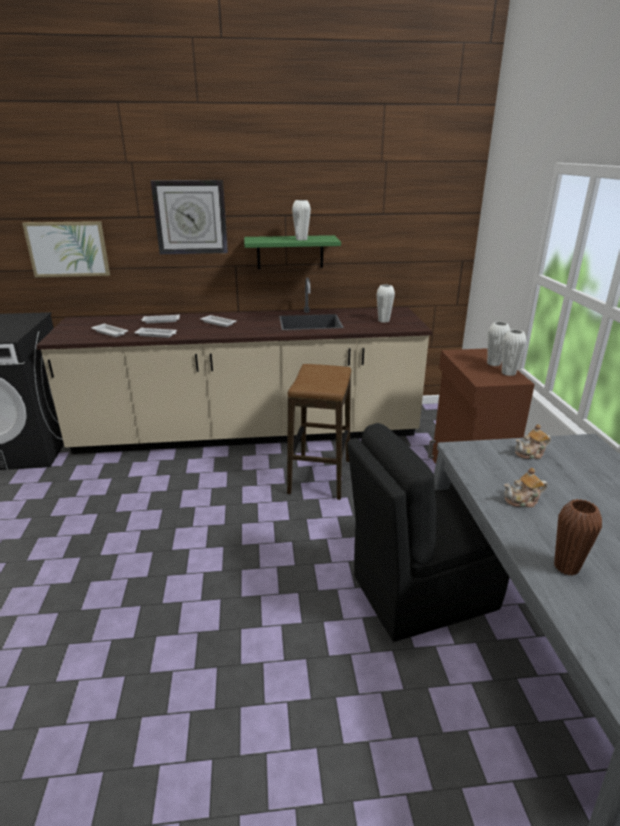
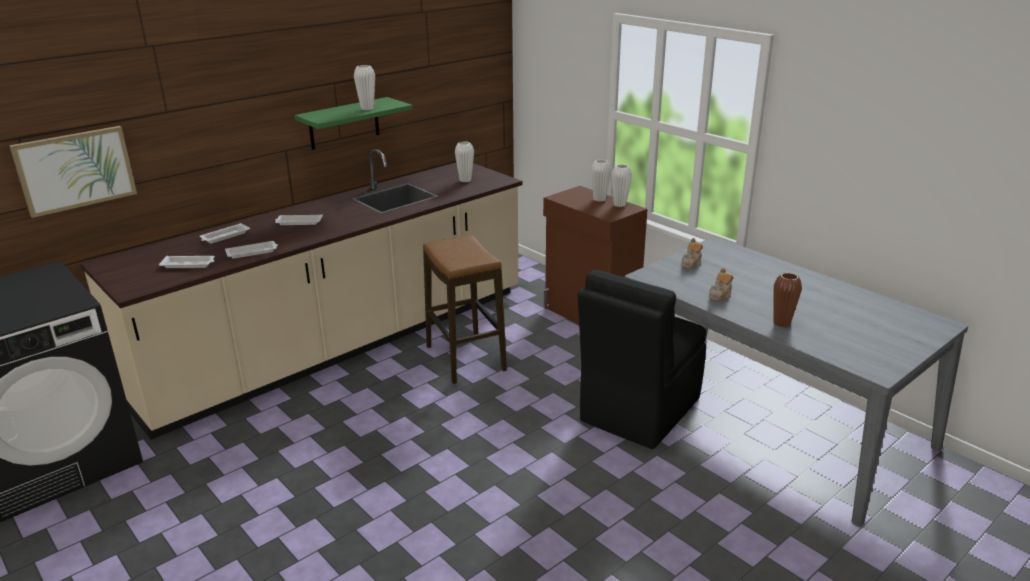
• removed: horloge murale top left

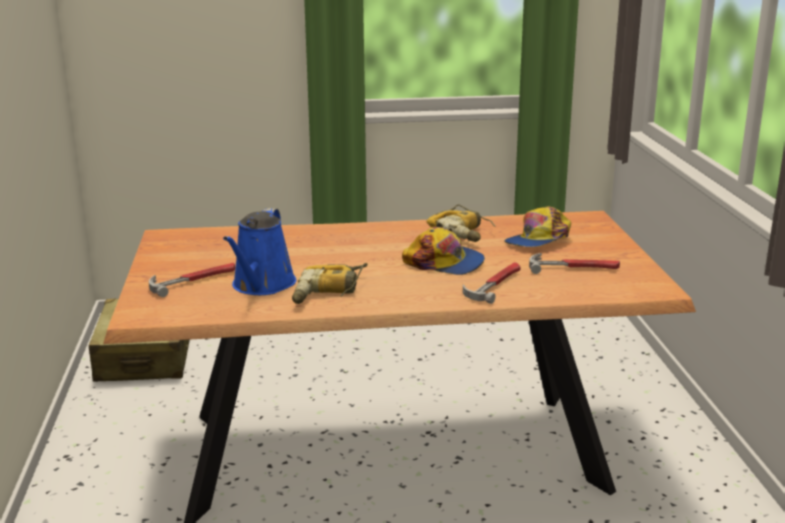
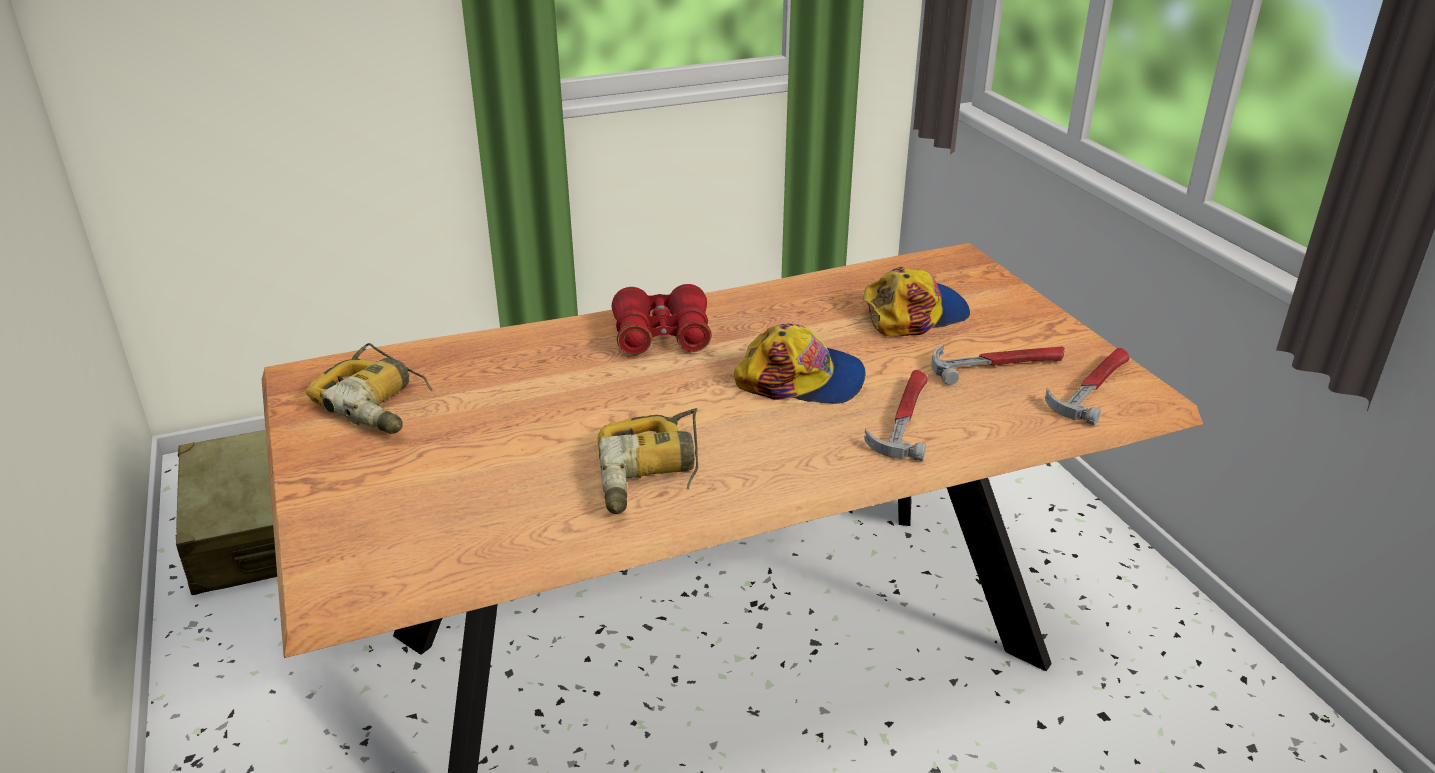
• moved: perceuse (2nd from left in the first image) centre to perceuse (1st from left) middle left
• added: jumelles [rouge] centre
• turned: casquette (2nd from left) middle right = centre 150 degrees counterclockwise
• moved: marteau (1st from left in the first image) middle left to marteau (3rd from left) middle right
• removed: arrosoir [bleu] middle left

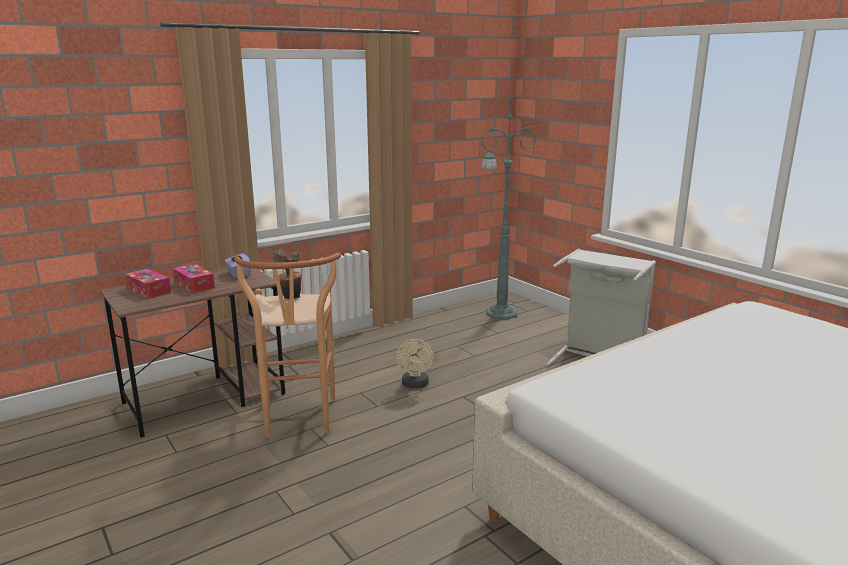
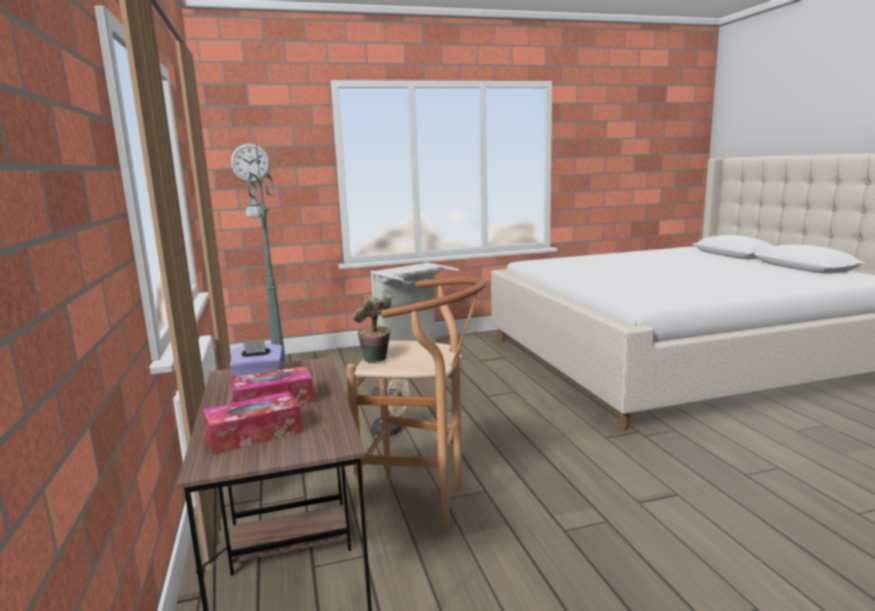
• added: horloge murale top left

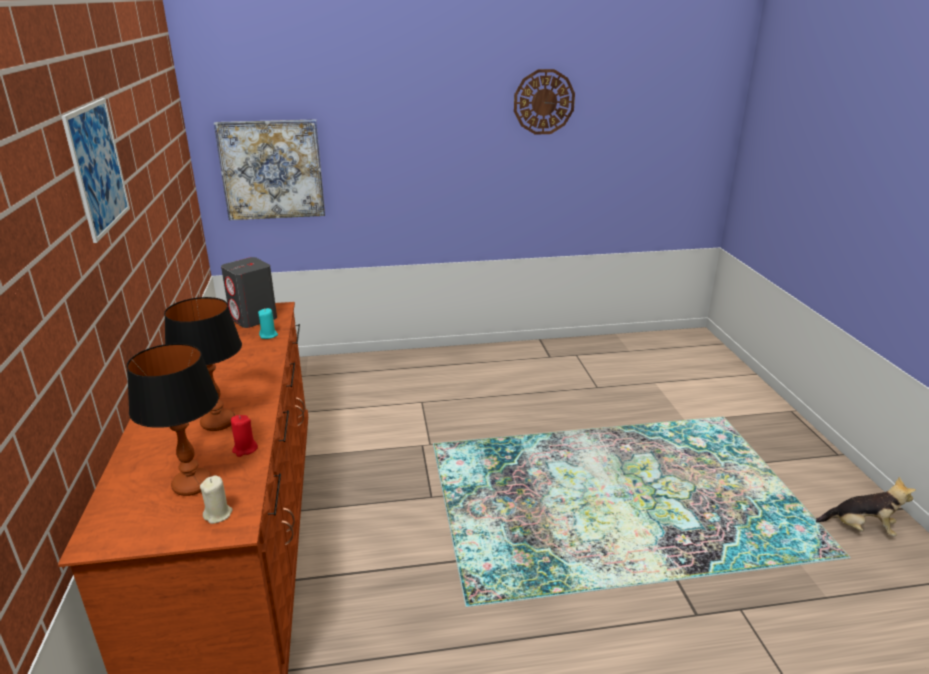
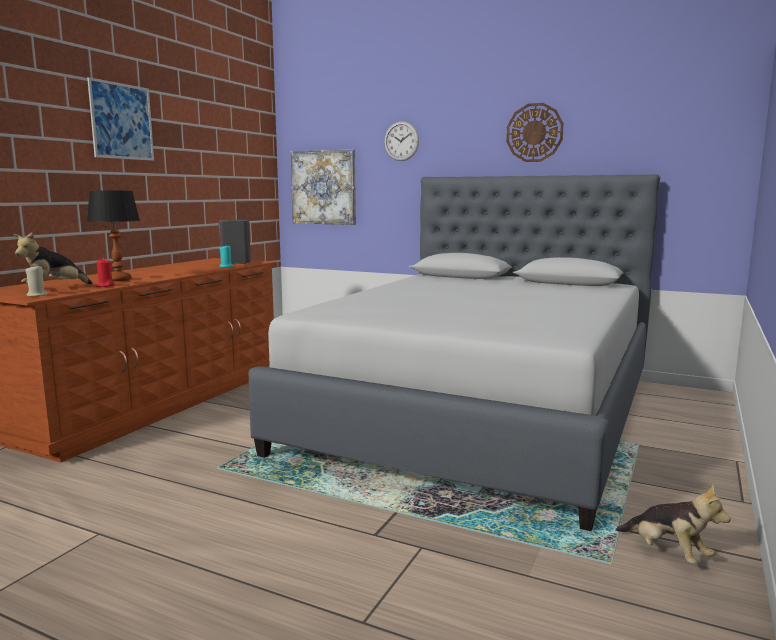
• replaced: lampe de table (1st from left) middle left to peluche (1st from left) middle left
• added: lit [gris] centre
• added: horloge murale (1st from left) top centre

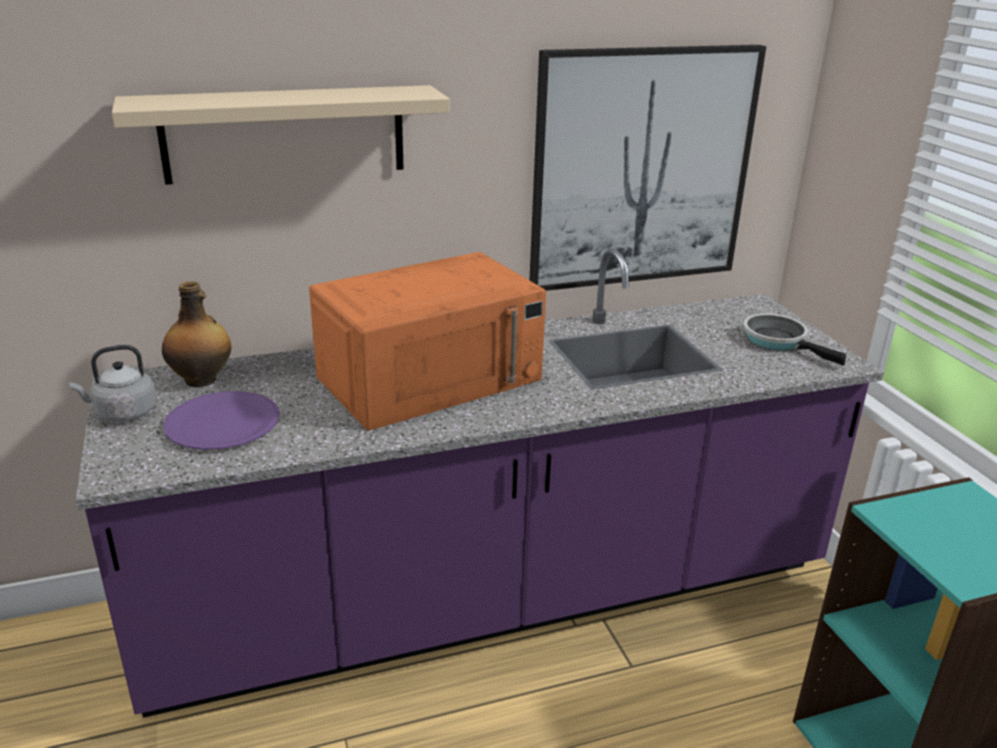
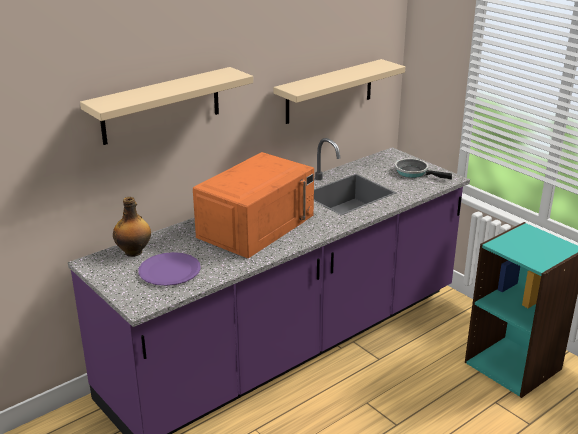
• replaced: tableau top centre to étagère [beige] (2nd from left) top centre
• removed: bouilloire [gris] middle left

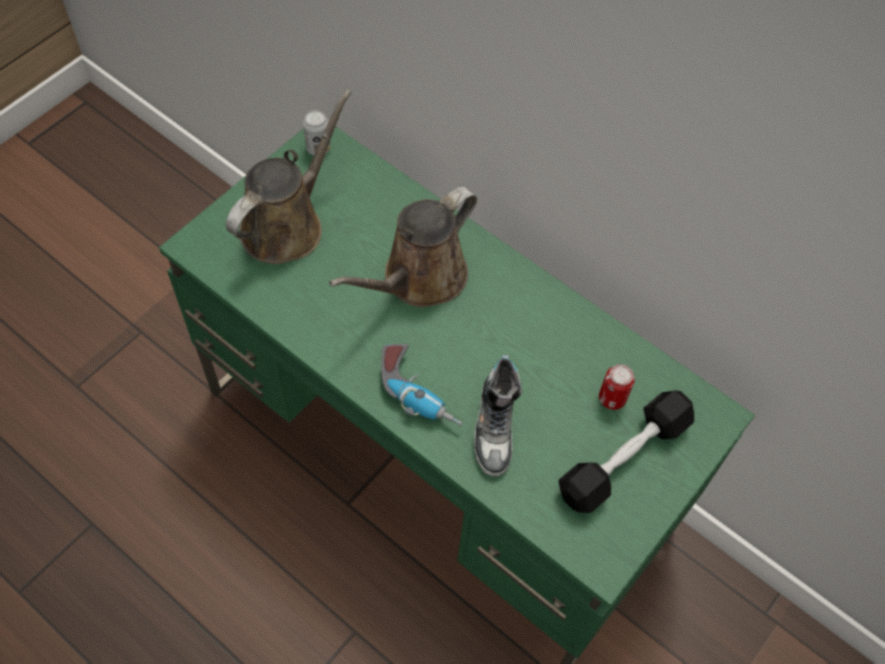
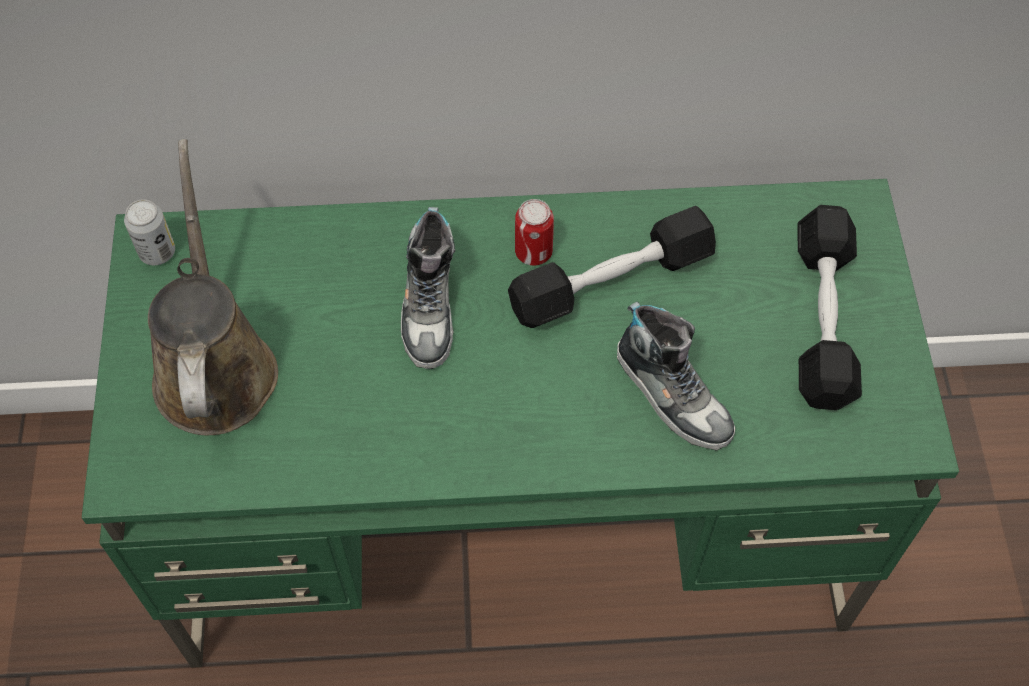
• replaced: arrosoir [marron] (2nd from left) centre to chaussure (1st from left) centre
• added: haltère [noir] (1st from left) centre
• moved: boîte métallique (2nd from left) middle right to centre
• removed: perceuse centre

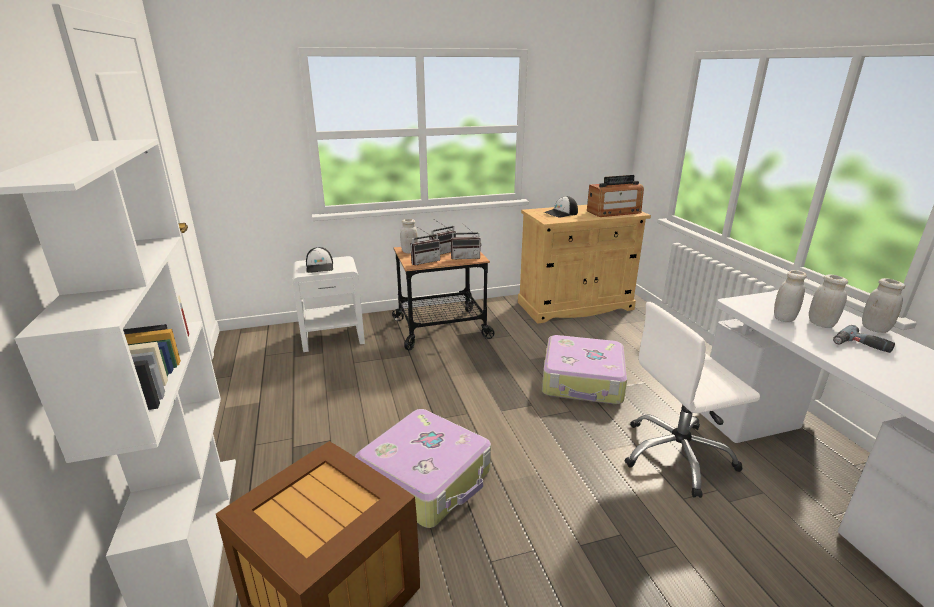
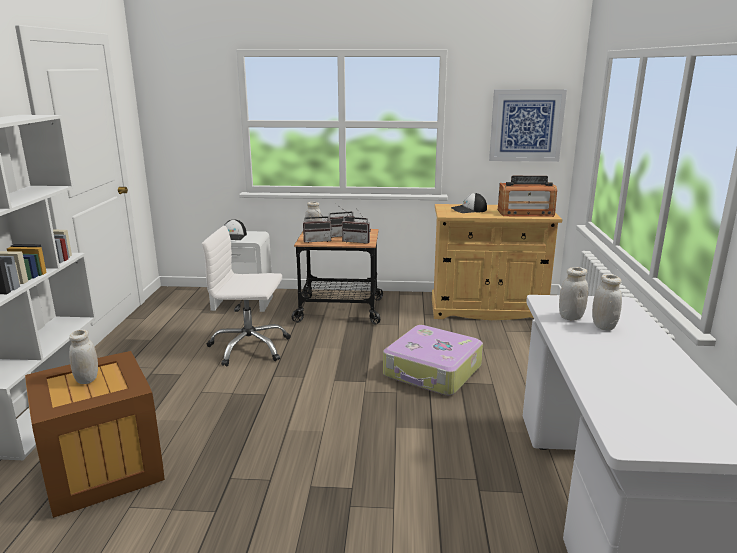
• moved: bocal [blanc] (4th from left in the first image) middle right to bocal [blanc] (1st from left) middle left
• moved: chaise de bureau [blanc] middle right to centre
• added: tableau top right
• removed: valise (1st from left) bottom centre
• removed: perceuse middle right

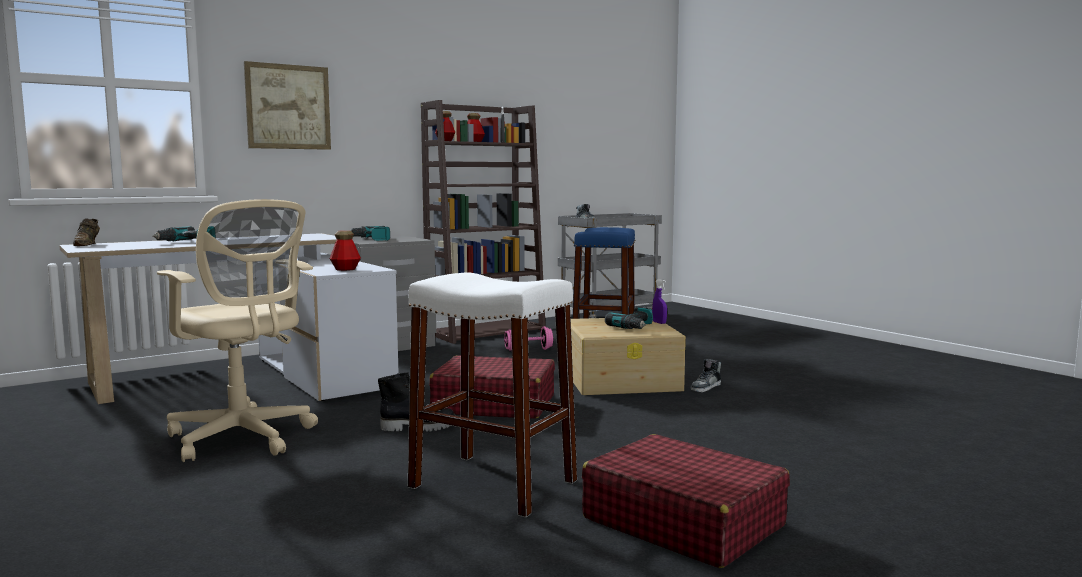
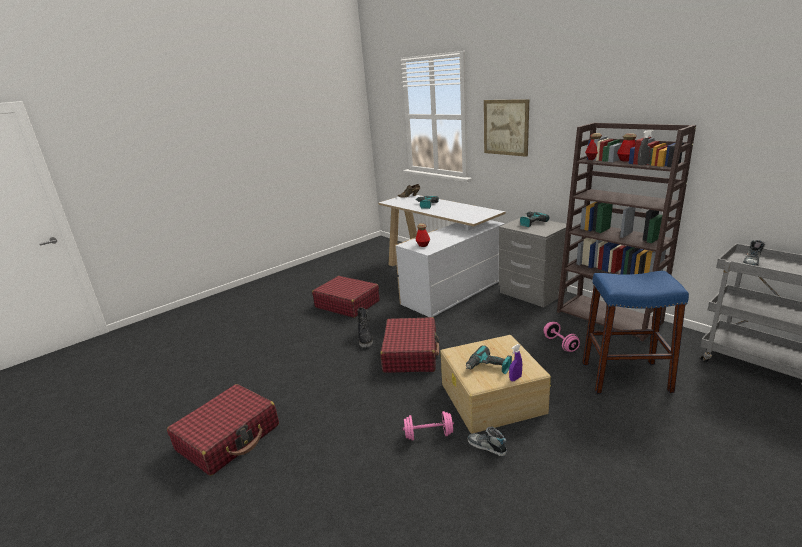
• replaced: chaise de bureau [beige] middle left to valise [rouge] (2nd from left) centre
• added: haltère [rose] (1st from left) bottom centre
• removed: tabouret [blanc] bottom centre

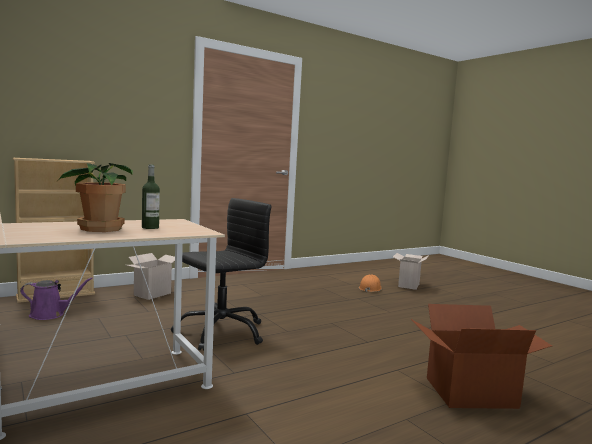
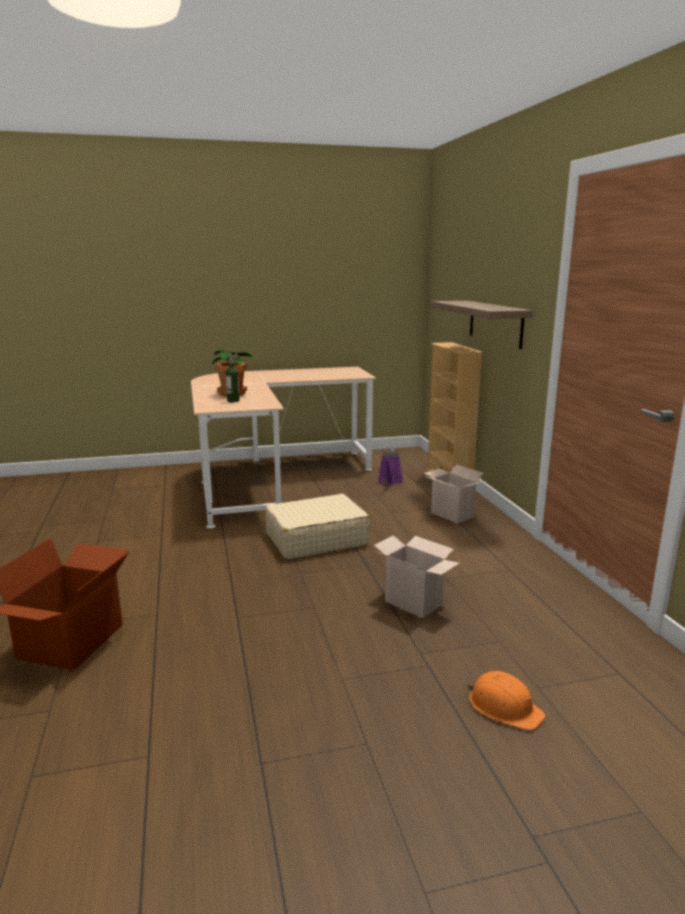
• replaced: chaise de bureau [noir] centre to valise [beige] centre
• moved: carton (2nd from left) middle right to centre
• added: étagère middle right

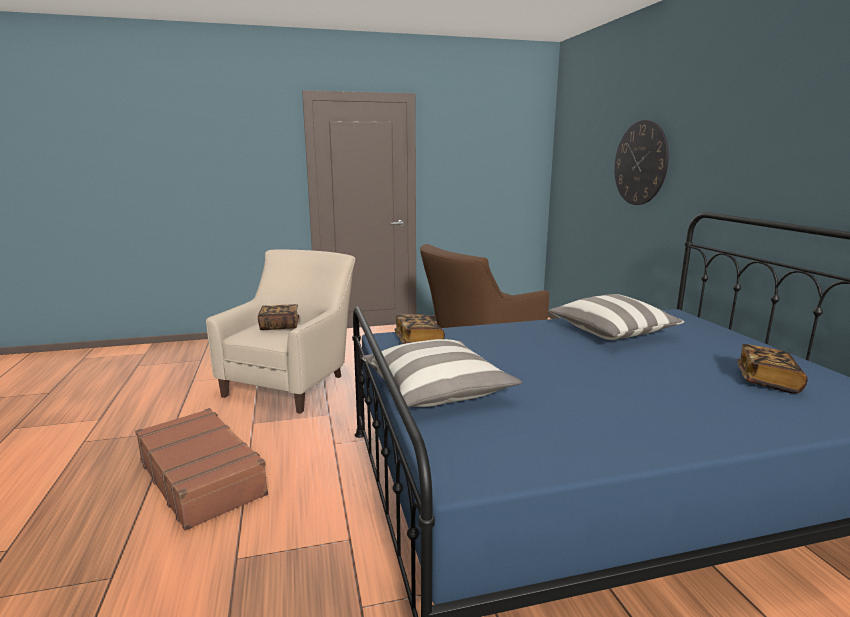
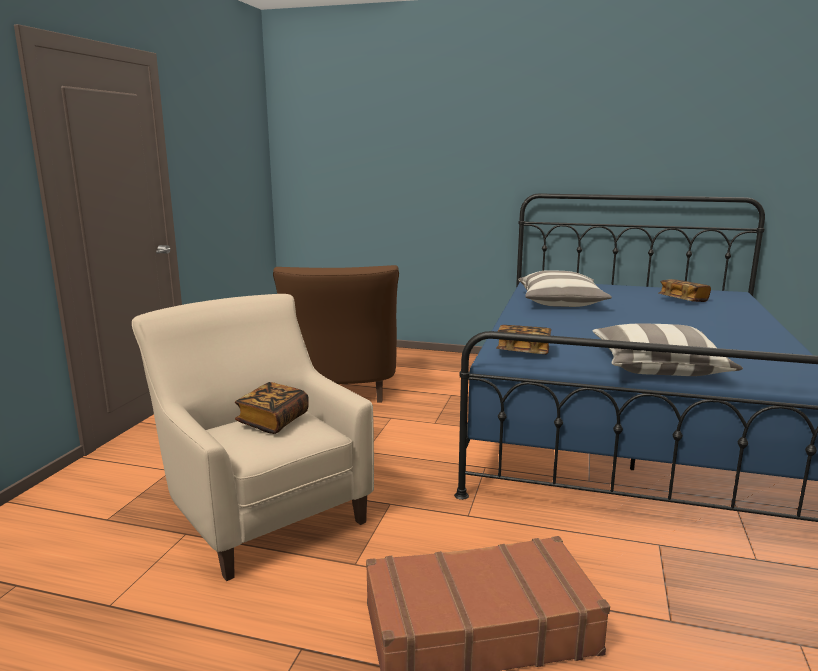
• removed: horloge murale top right

